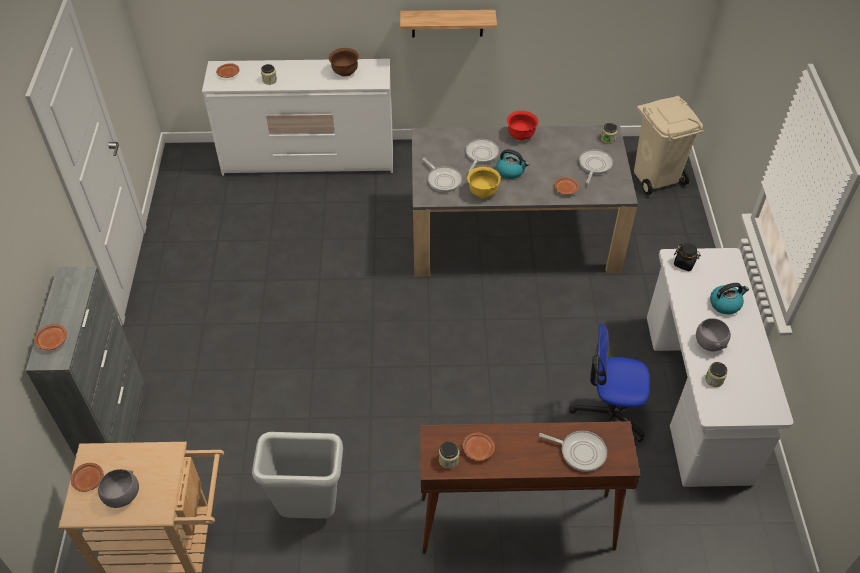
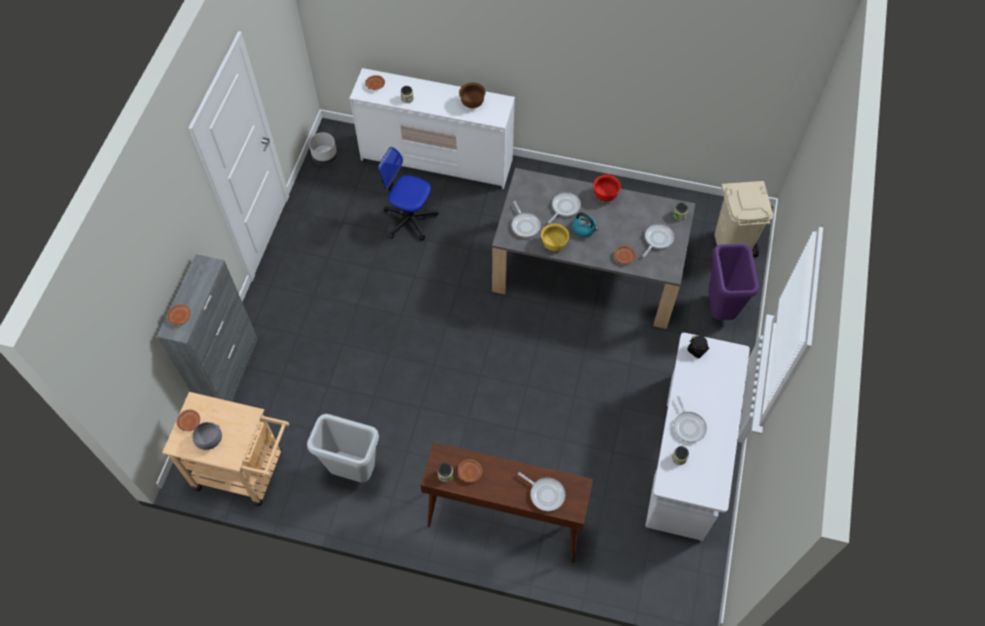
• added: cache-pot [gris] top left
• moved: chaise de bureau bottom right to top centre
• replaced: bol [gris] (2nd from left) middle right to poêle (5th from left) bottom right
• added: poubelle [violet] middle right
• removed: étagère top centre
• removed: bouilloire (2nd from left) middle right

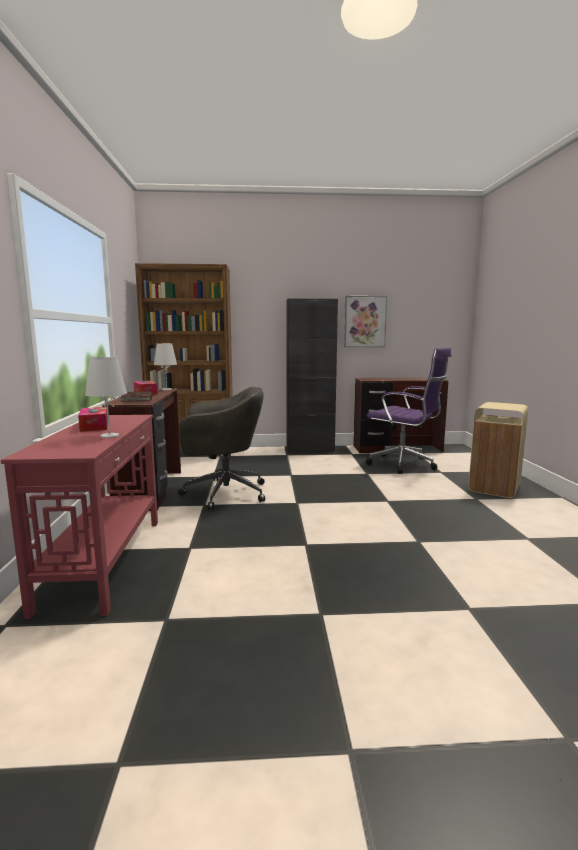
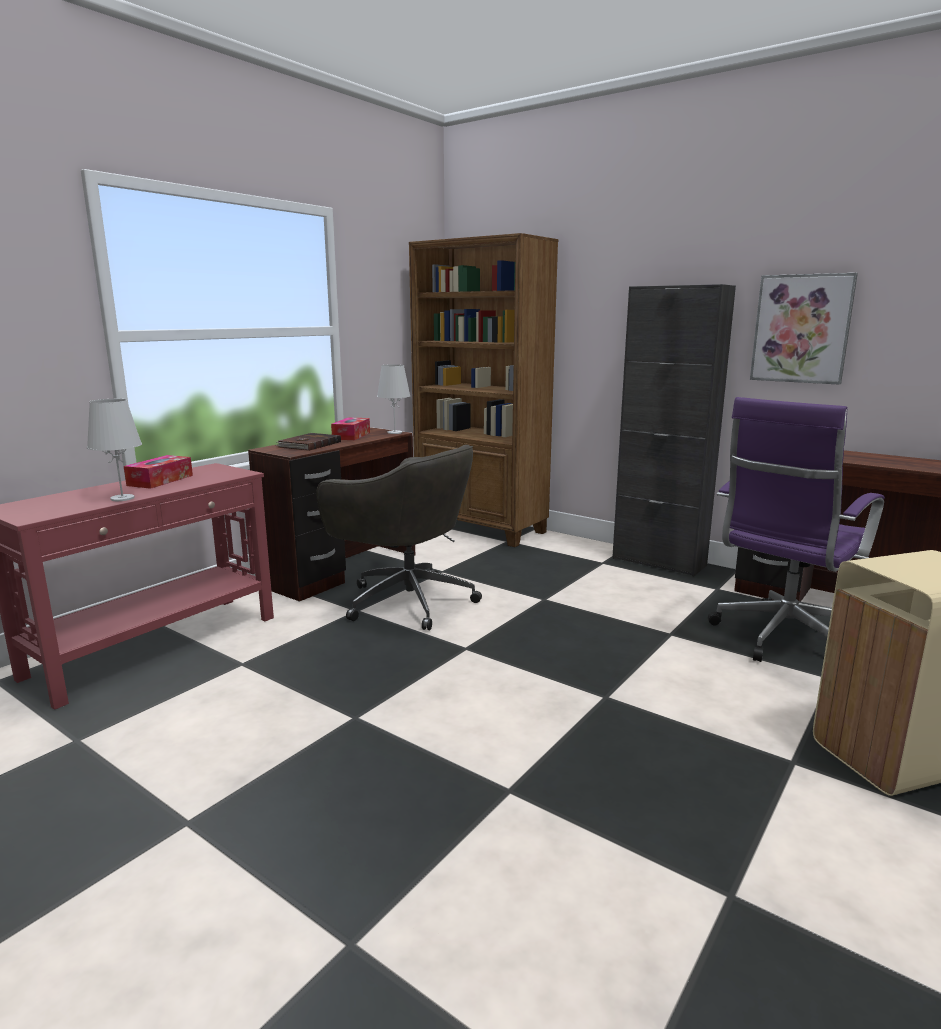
• turned: chaise de bureau [violet] middle right = middle right 60 degrees clockwise

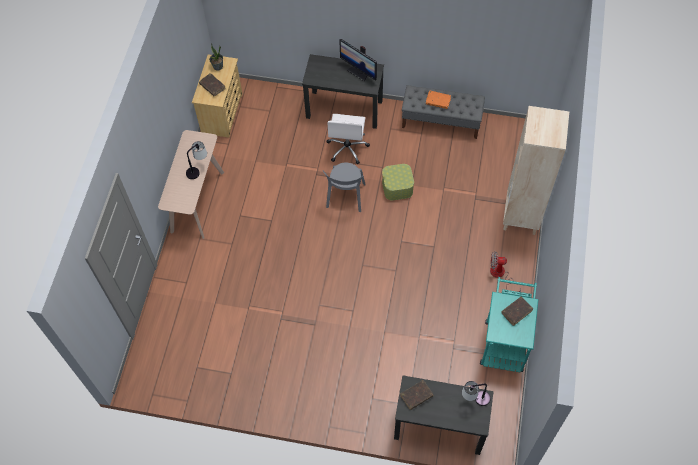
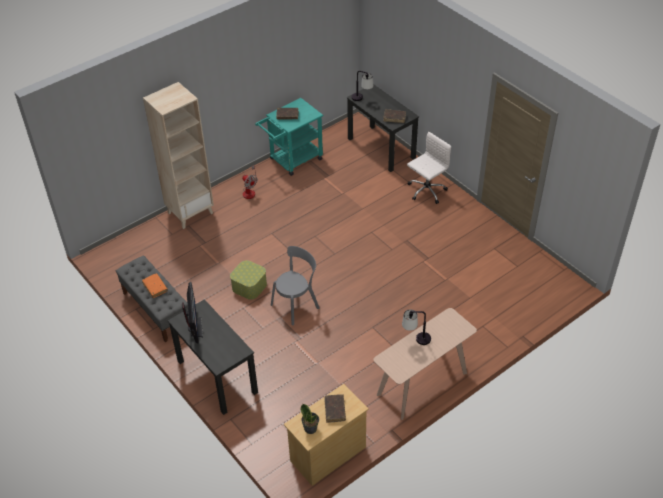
• moved: chaise de bureau [blanc] top centre to centre

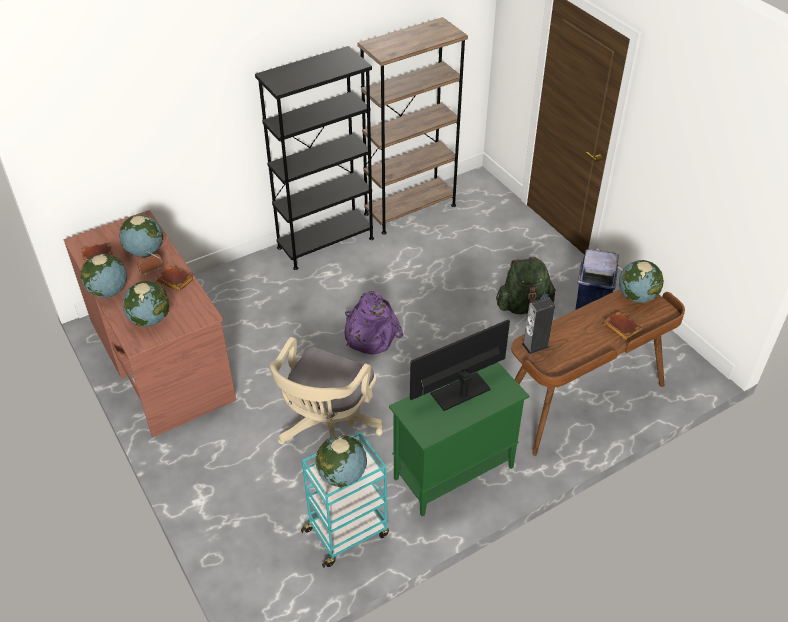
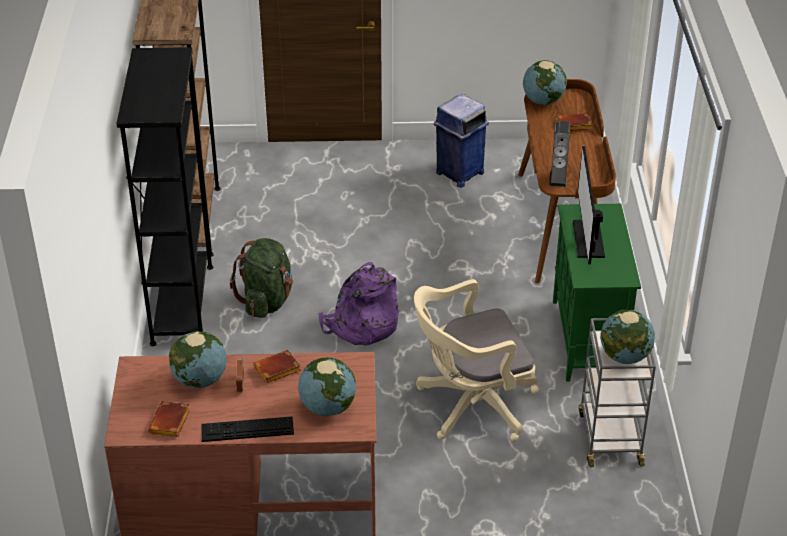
• replaced: globe (1st from left) middle left to clavier bottom left
• moved: sac à dos [vert] middle right to middle left
• turned: chaise de bureau [beige] centre = bottom centre 105 degrees clockwise
• recoloured: chariot [turquoise] bottom centre to chariot [gris] bottom right

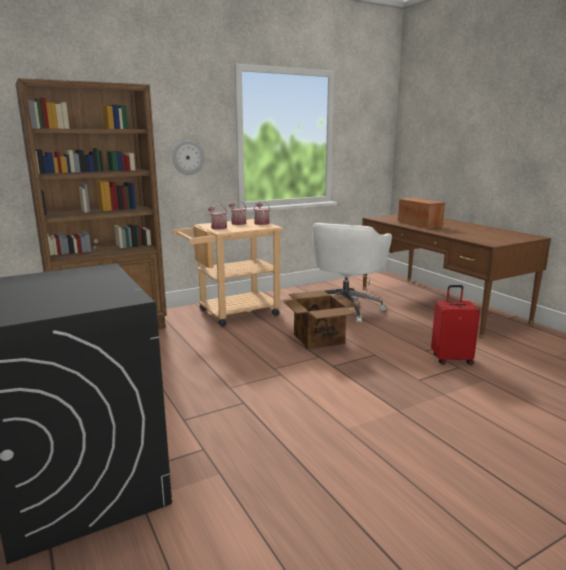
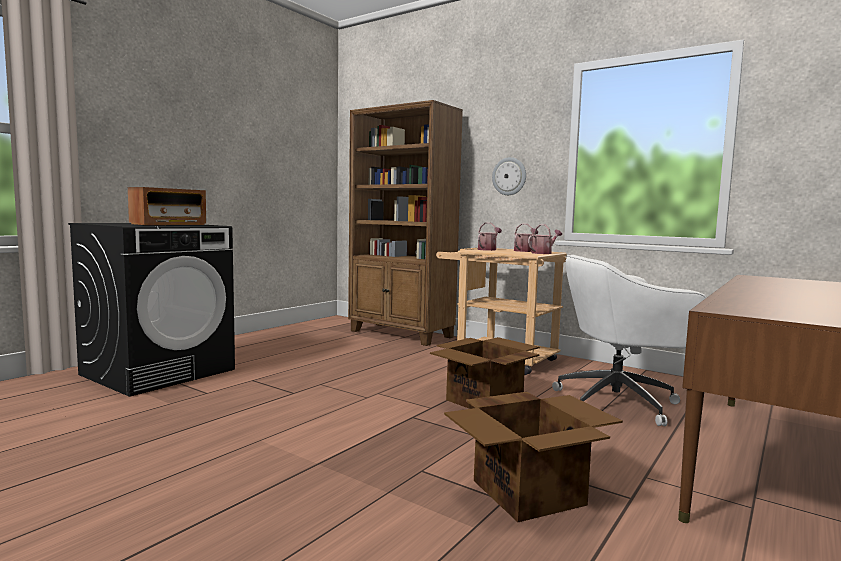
• moved: radio middle right to middle left
• replaced: valise [rouge] middle right to carton (2nd from left) bottom centre

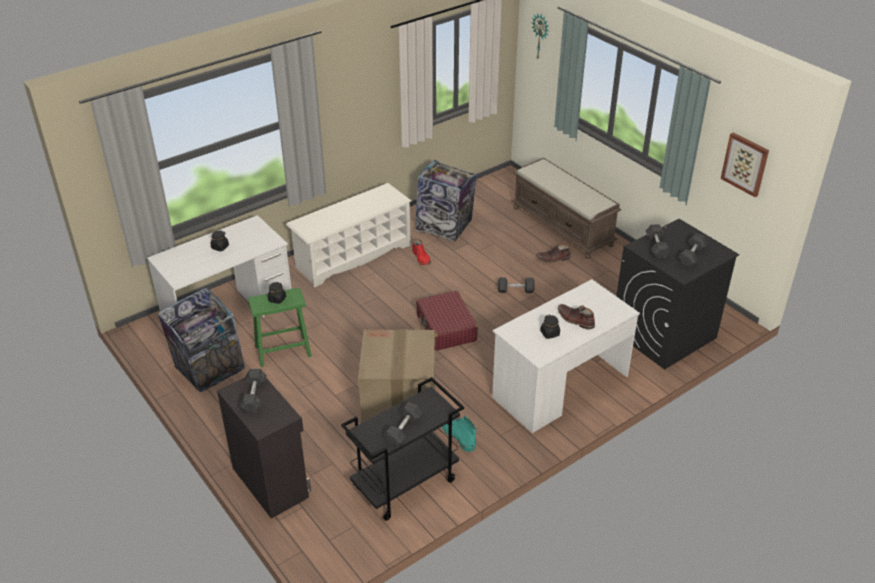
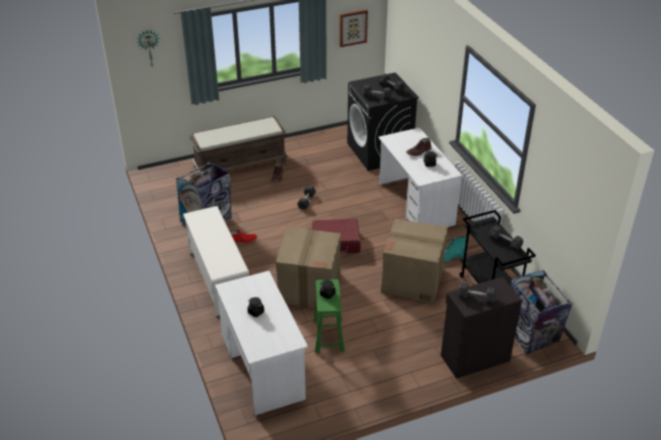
• added: carton (1st from left) centre
• moved: poubelle (1st from left in the first image) middle left to poubelle (2nd from left) bottom right

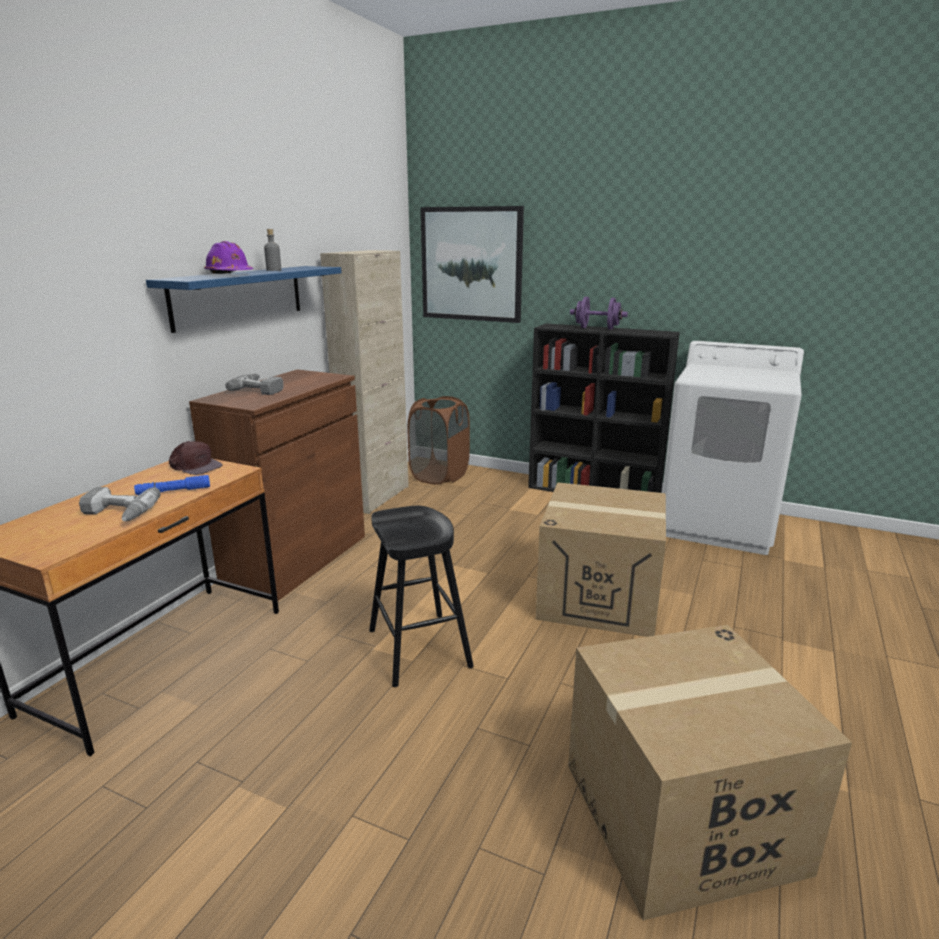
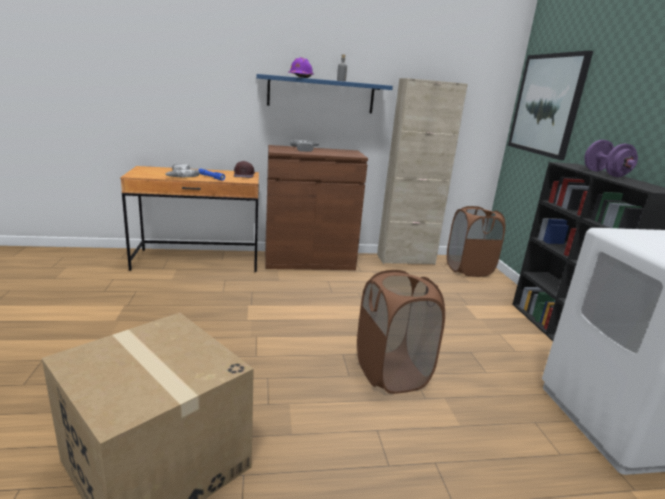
• replaced: carton (1st from left) centre to panier à linge [marron] (1st from left) centre
• removed: tabouret [noir] centre

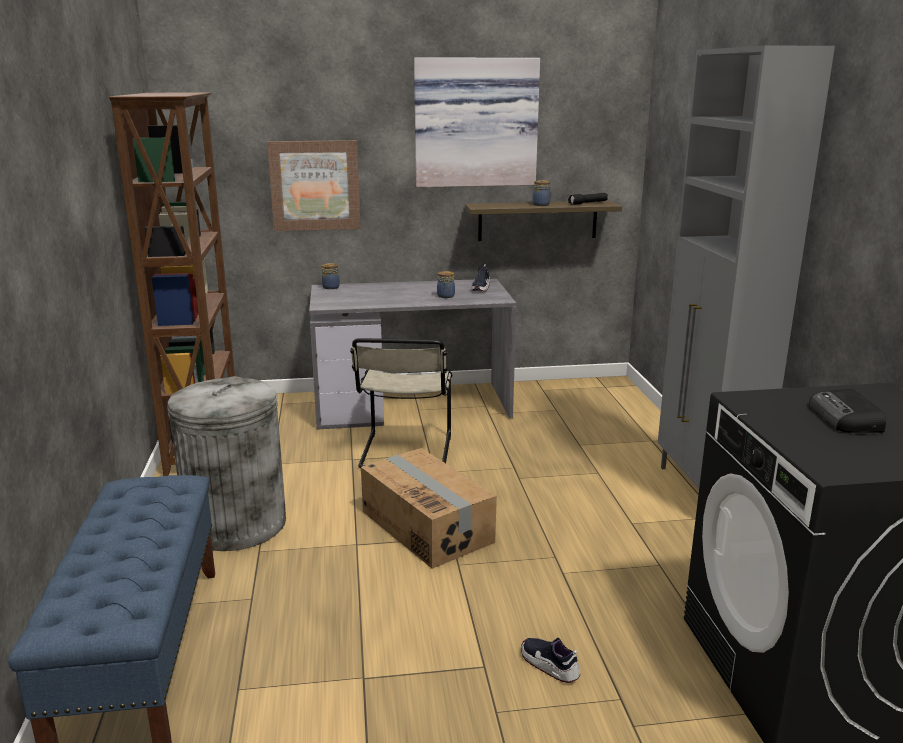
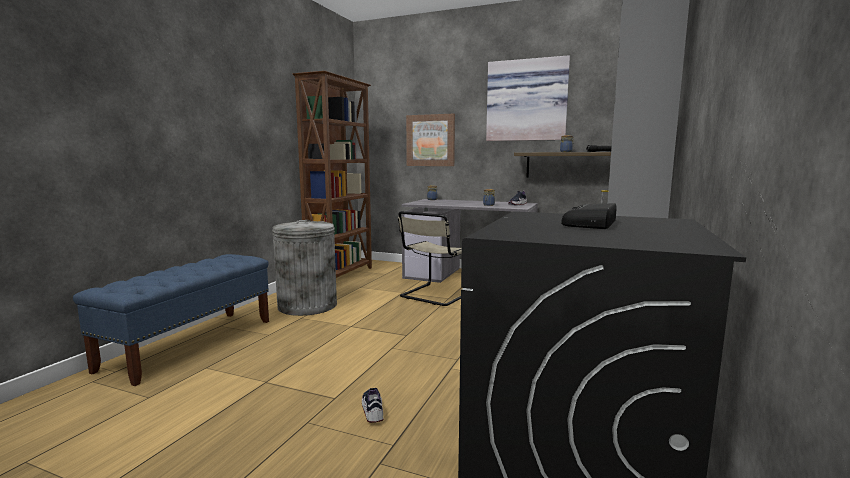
• removed: carton bottom centre

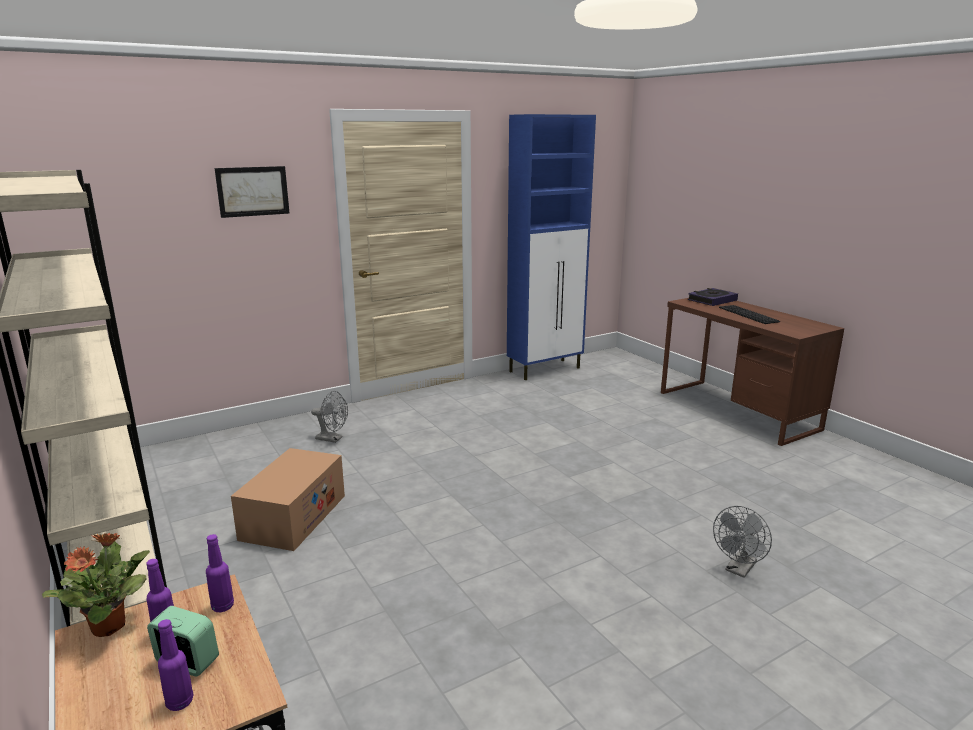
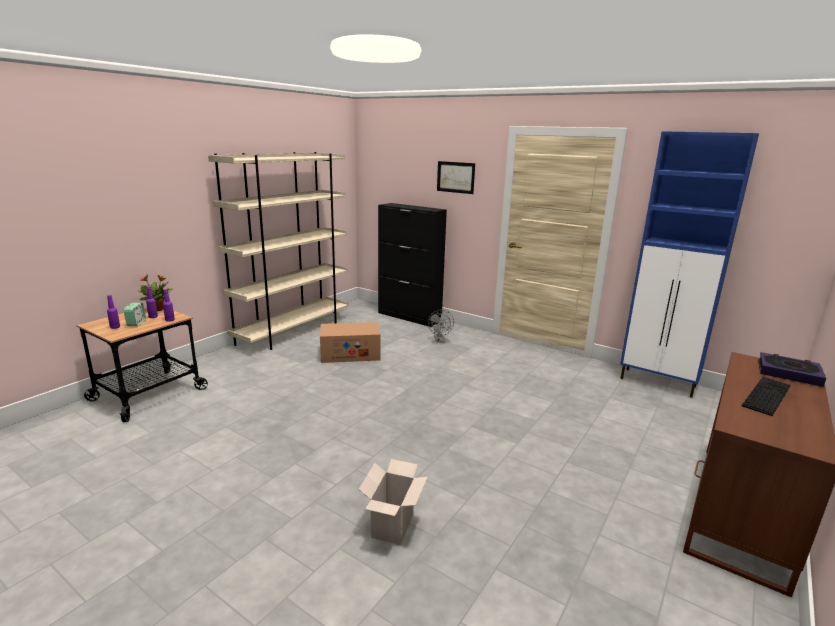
• replaced: ventilateur [gris] (2nd from left) bottom right to carton (2nd from left) bottom centre
• added: meuble de rangement [noir] centre

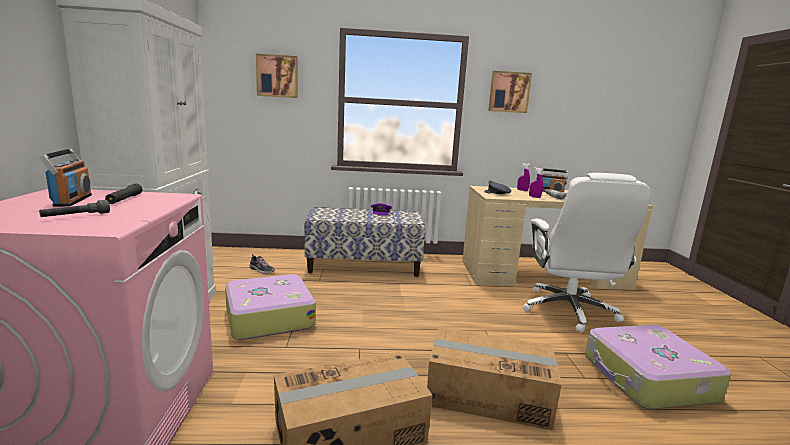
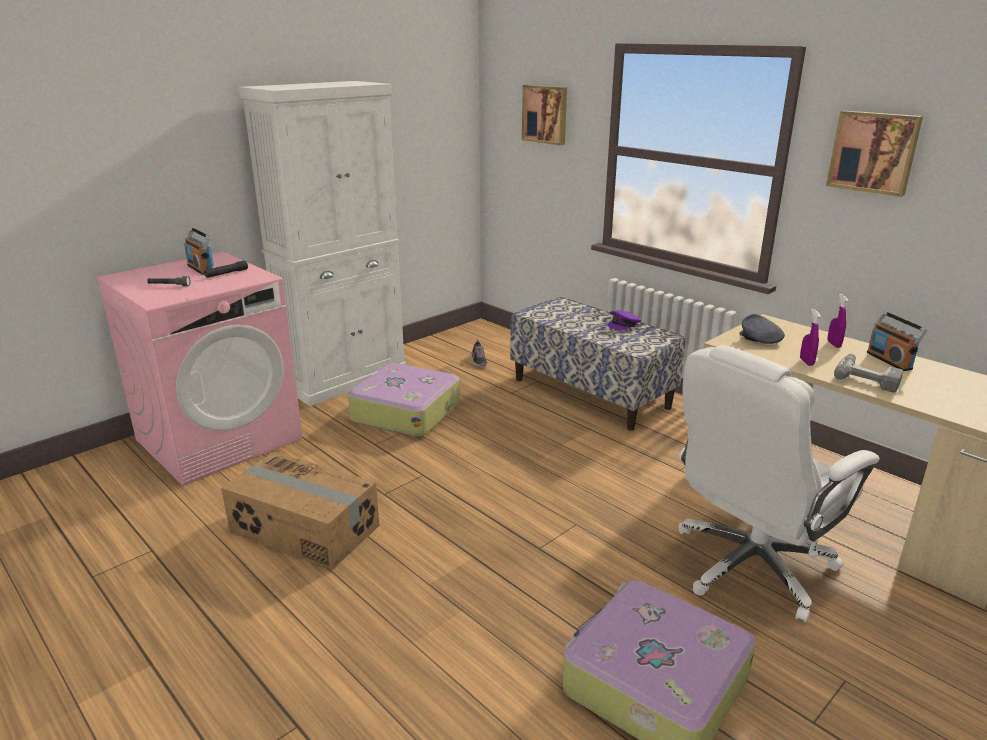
• turned: radio (1st from left) middle left = middle left 105 degrees clockwise
• removed: carton (2nd from left) bottom centre

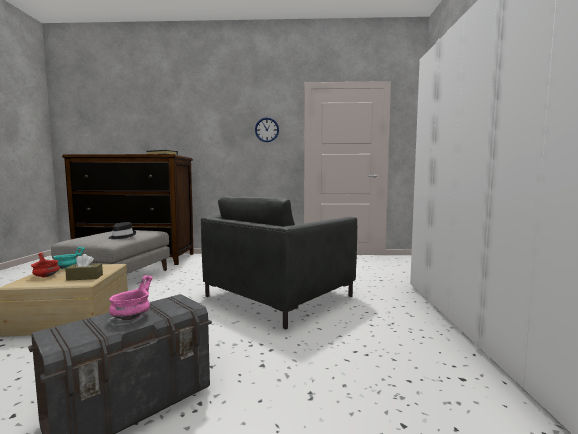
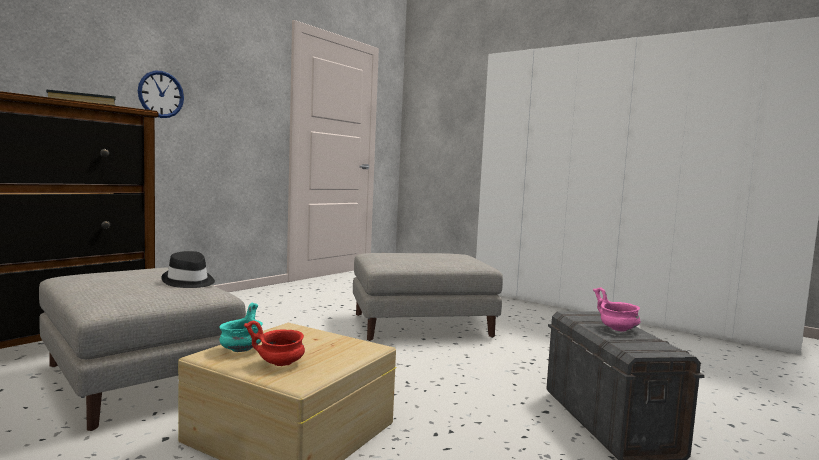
• moved: horloge murale top centre to top left
• replaced: fauteuil [gris] centre to pouf [gris] (2nd from left) centre
• removed: boîte à mouchoirs [marron] middle left

